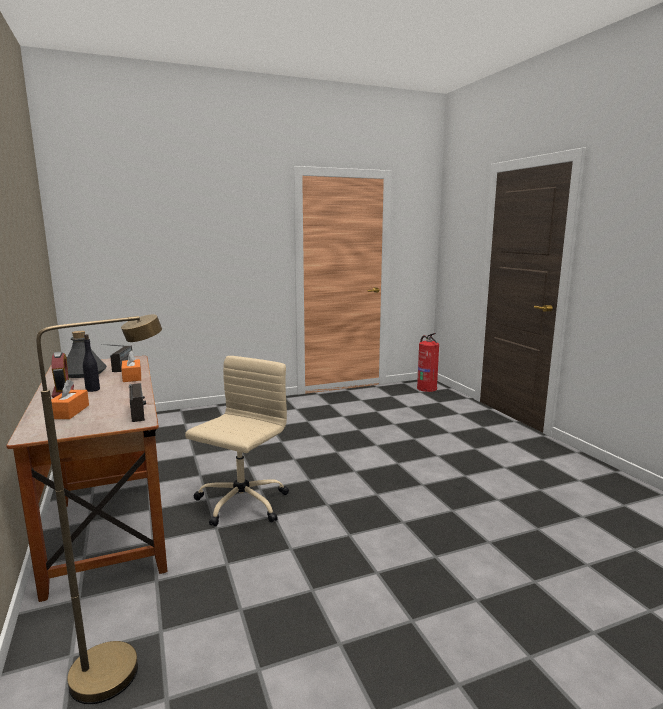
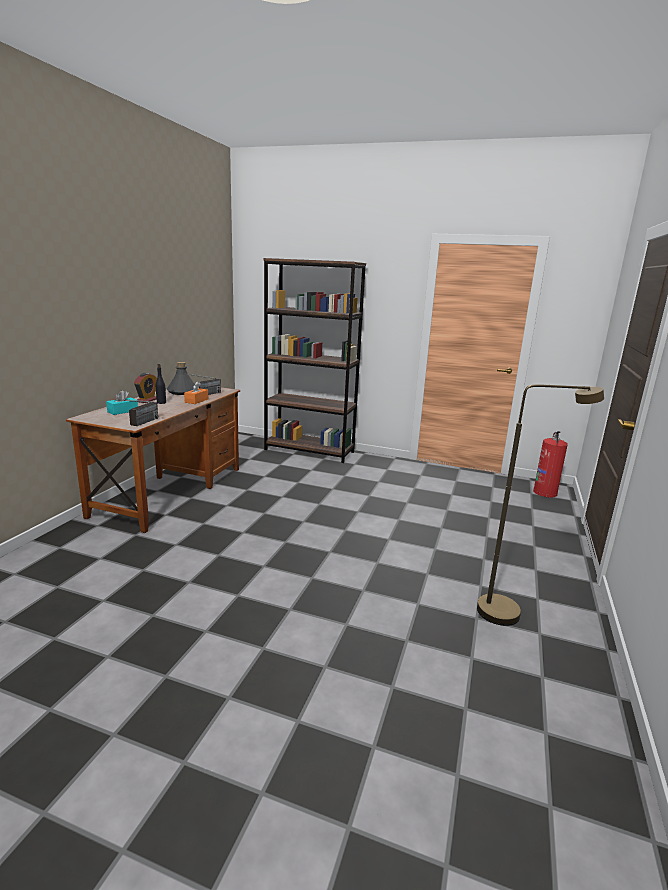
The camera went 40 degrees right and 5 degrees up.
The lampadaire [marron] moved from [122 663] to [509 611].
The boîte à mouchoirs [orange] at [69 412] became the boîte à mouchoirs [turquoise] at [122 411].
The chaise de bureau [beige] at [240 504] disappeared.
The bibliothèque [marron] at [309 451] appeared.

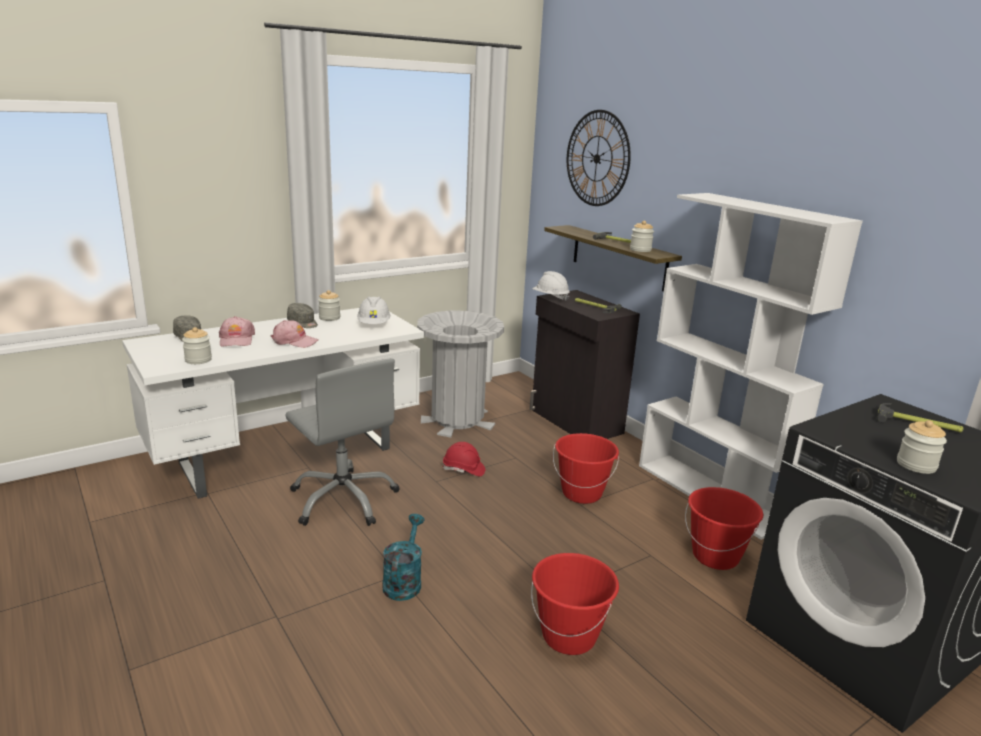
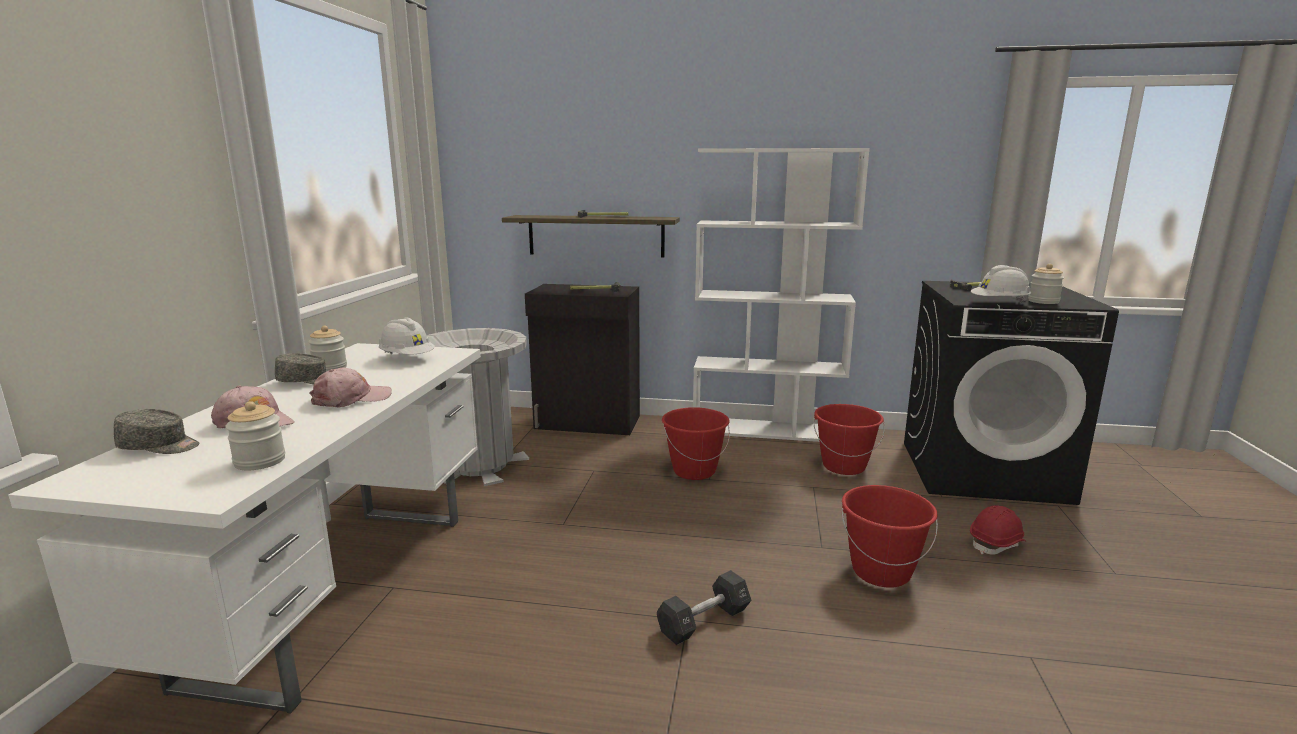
The camera went 45 degrees left and 5 degrees down.
The chaise de bureau [gris] at [344 499] disappeared.
The arrosoir [turquoise] at [404 581] was replaced by the haltère [noir] at [704 621].
The casque de chantier [rouge] moved from [463 470] to [997 544].
The casque de chantier [blanc] moved from [550 297] to [999 303].
The horloge murale at [597 158] disappeared.
The bocal at [640 250] disappeared.

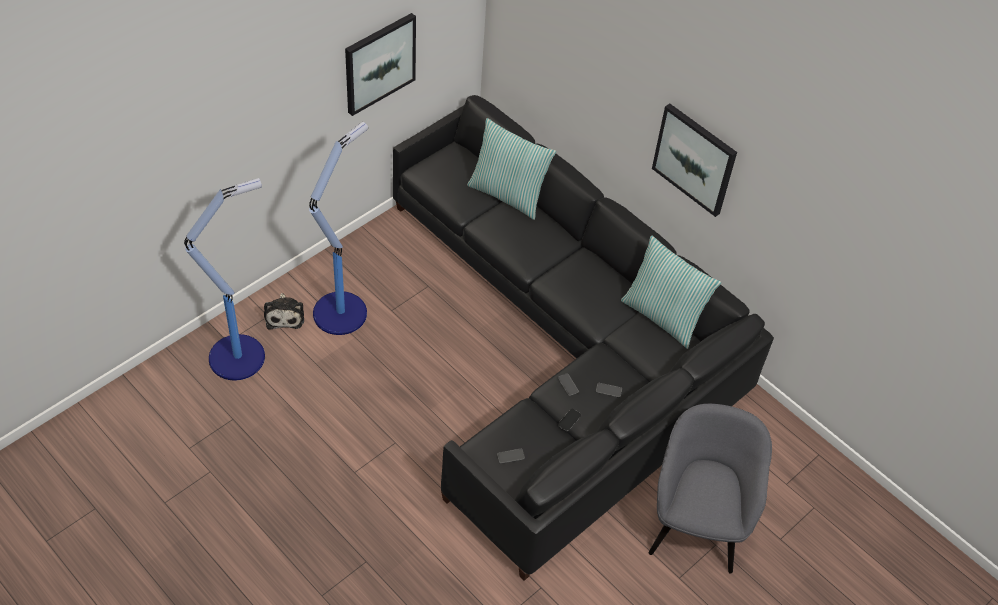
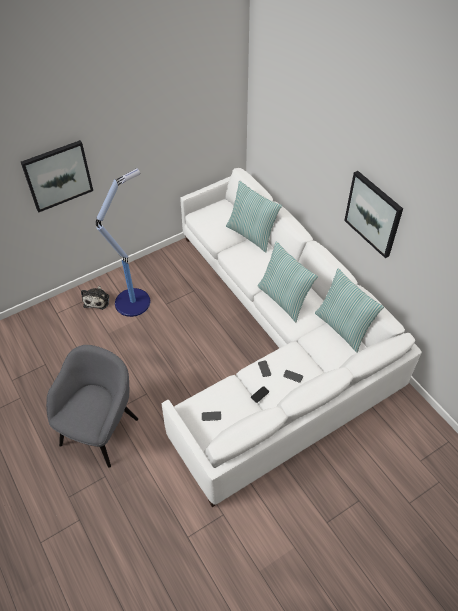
The camera went 15 degrees right and 0 degrees up.
The lampadaire at [239 356] disappeared.
The tableau moved from [379 63] to [58 175].
The canapé [noir] at [562 349] became the canapé [blanc] at [274 343].
The fauteuil [gris] moved from [696 524] to [100 430].
The coussin at [284 299] appeared.

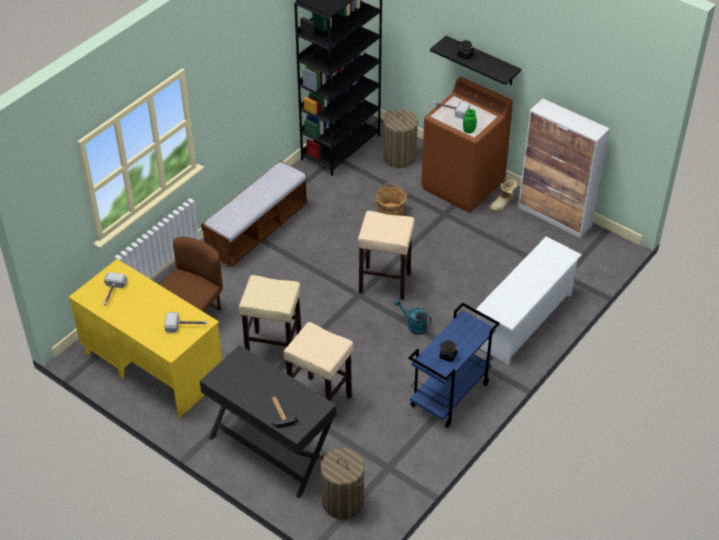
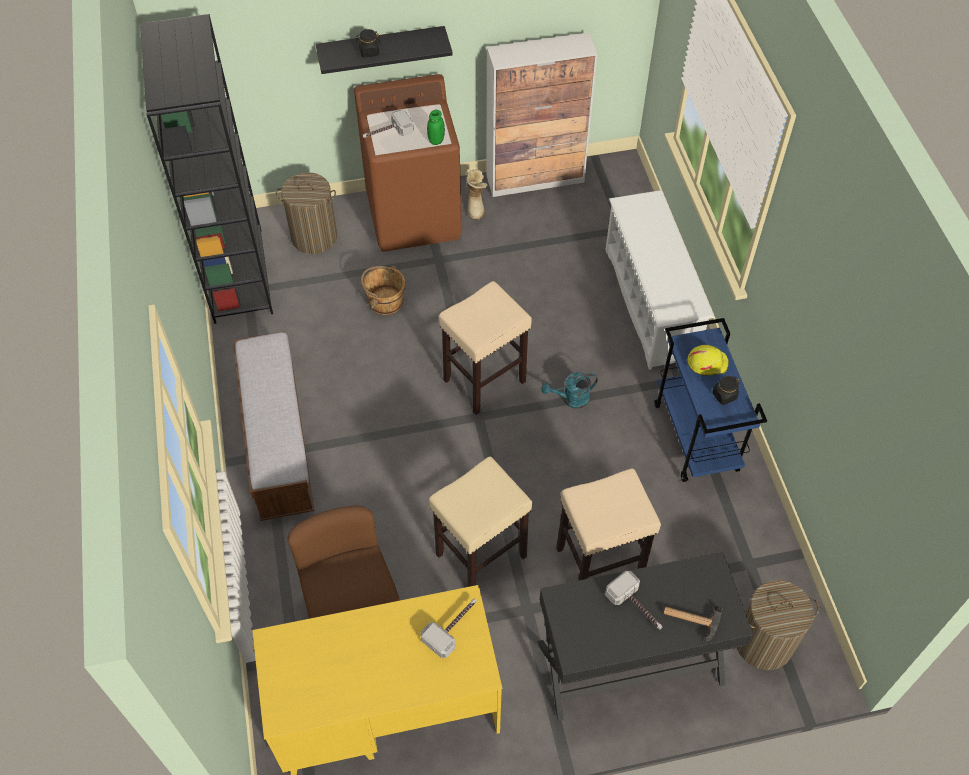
The camera went 50 degrees left and 10 degrees up.
The marteau moved from [111 293] to [637 607].
The casque de chantier [jaune] at [707 363] appeared.

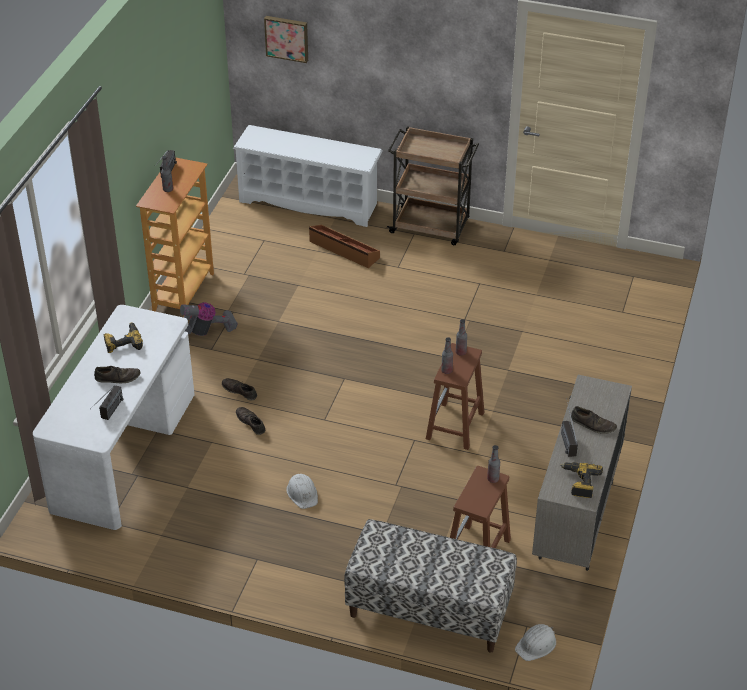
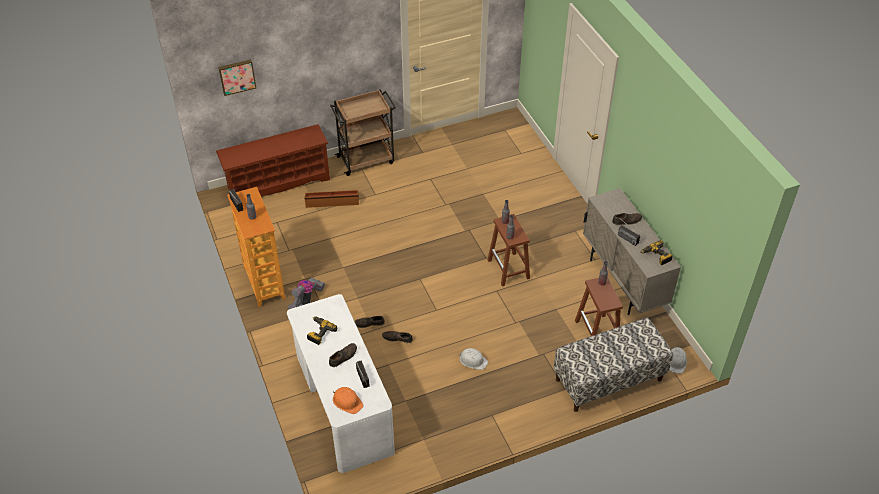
The camera went 40 degrees left and 5 degrees up.
The étagère à chaussures [blanc] at [310 202] became the étagère à chaussures [marron] at [278 183].
The casque de chantier [orange] at [347 401] appeared.

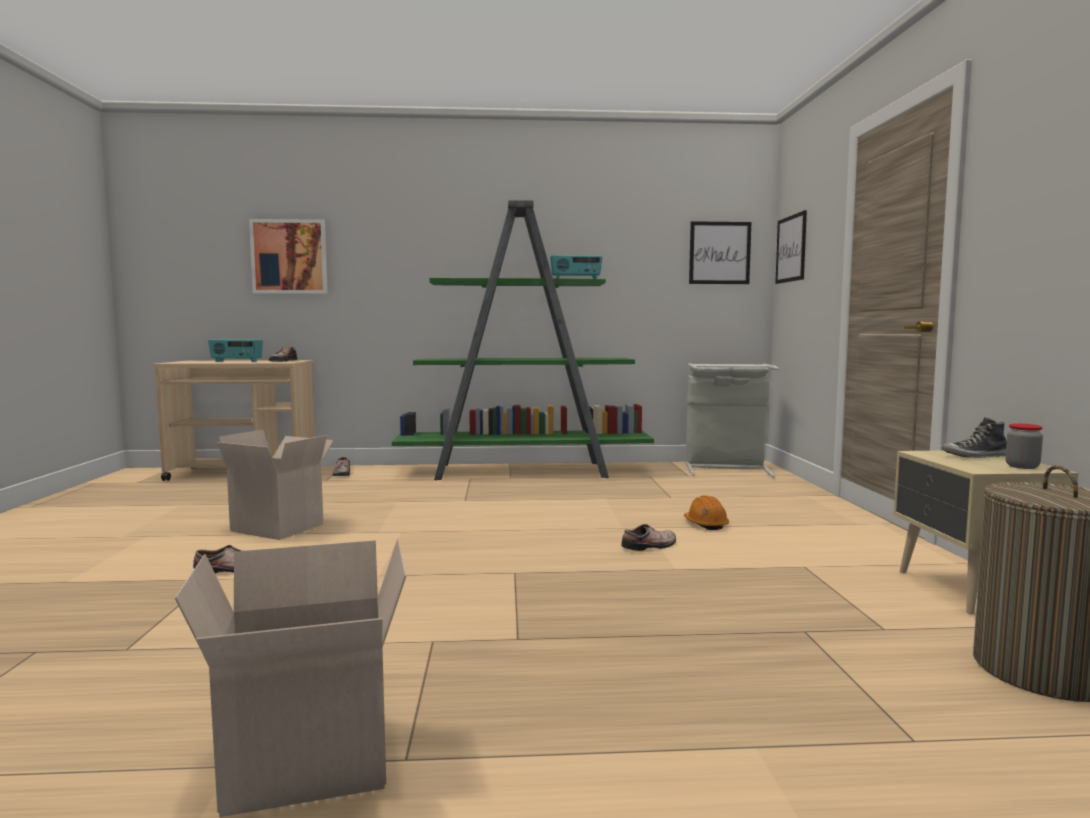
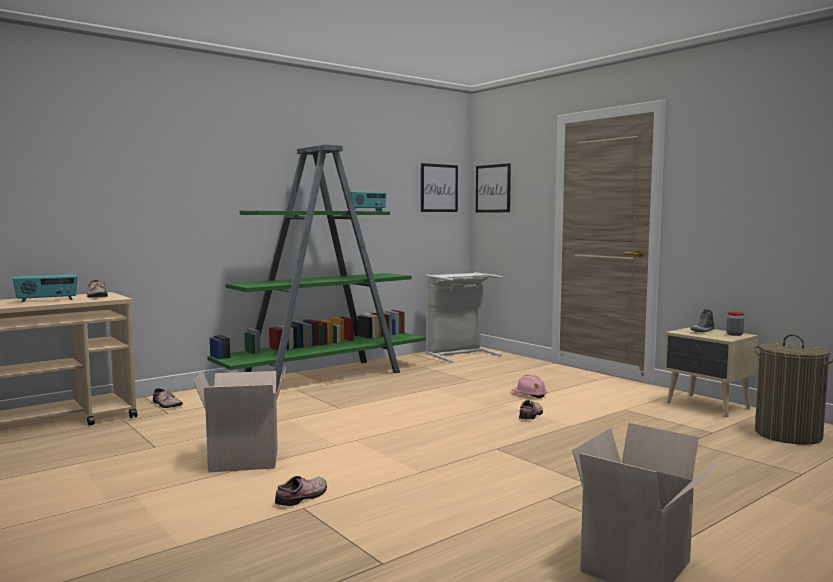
The camera went 35 degrees left and 0 degrees up.
The tableau at [289 257] disappeared.
The casque de chantier [orange] at [705 524] became the casque de chantier [rose] at [529 395].

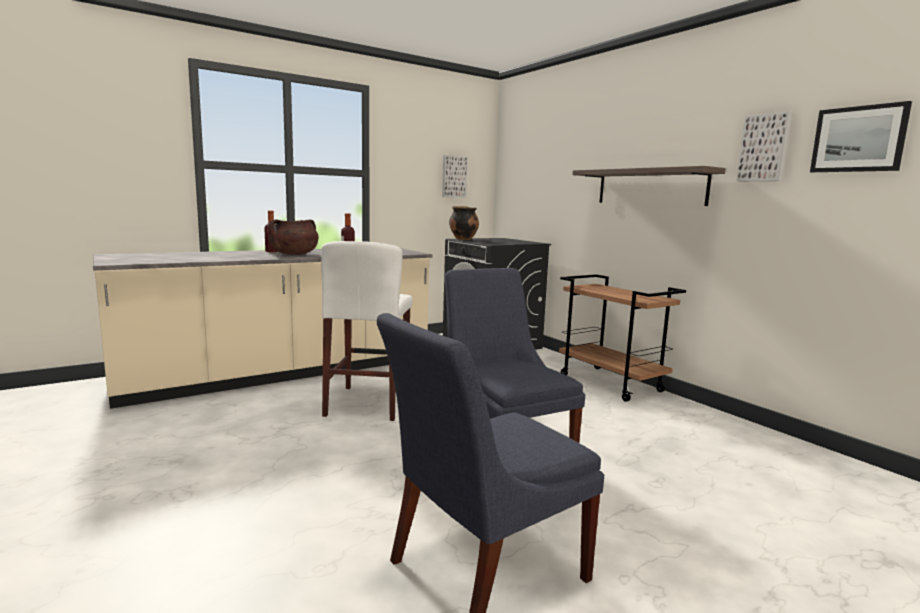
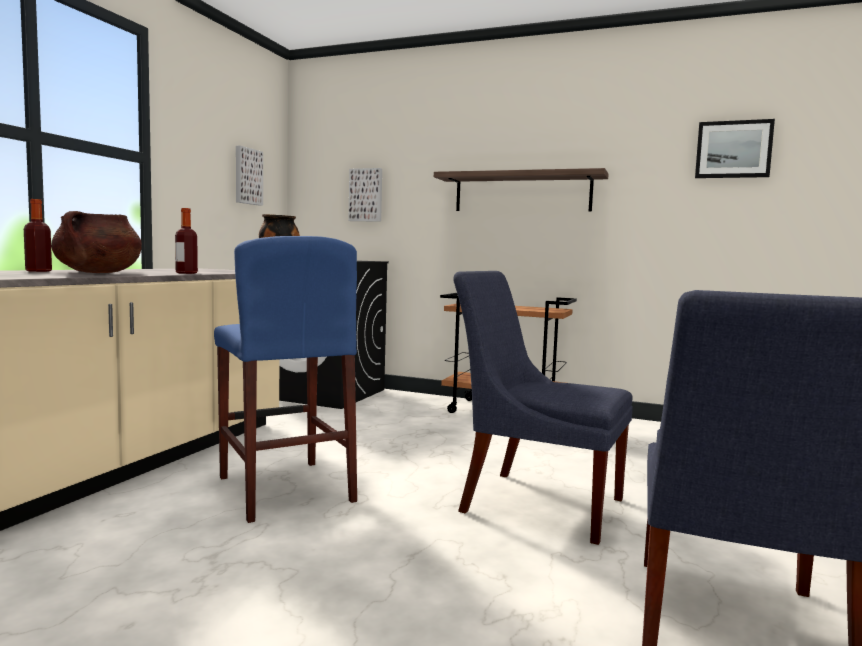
The camera went 35 degrees left and 5 degrees down.
The tabouret [blanc] at [368 403] became the tabouret [bleu] at [285 489].
The tableau moved from [764 148] to [366 195].

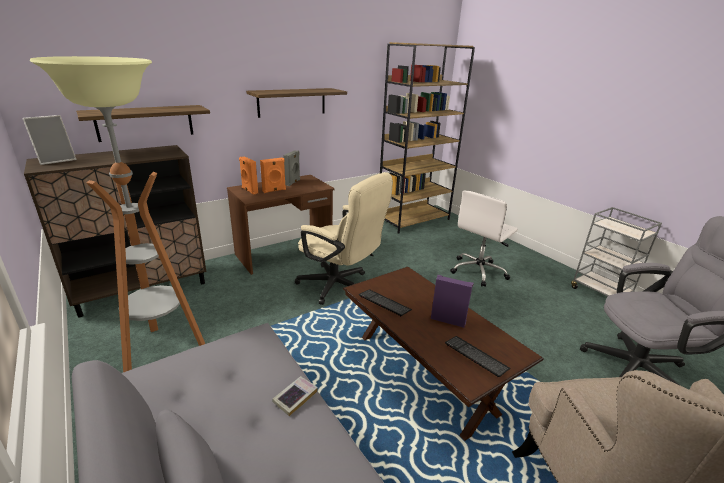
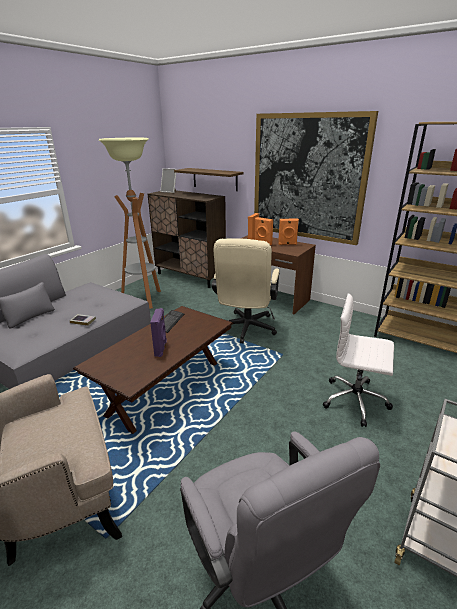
The camera went 70 degrees right and 0 degrees up.
The étagère at [292 102] was replaced by the tableau at [308 178].
The enceinte [gris] at [293 182] became the enceinte [orange] at [287 244].
The clavier at [476 356] disappeared.

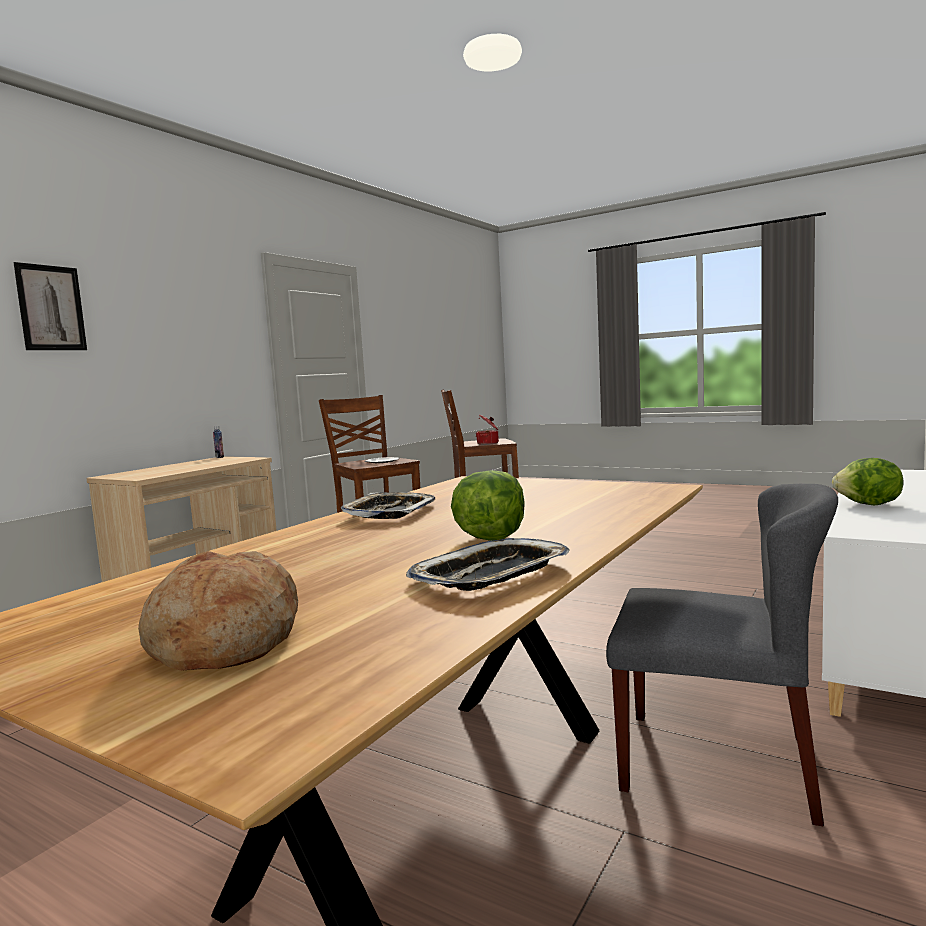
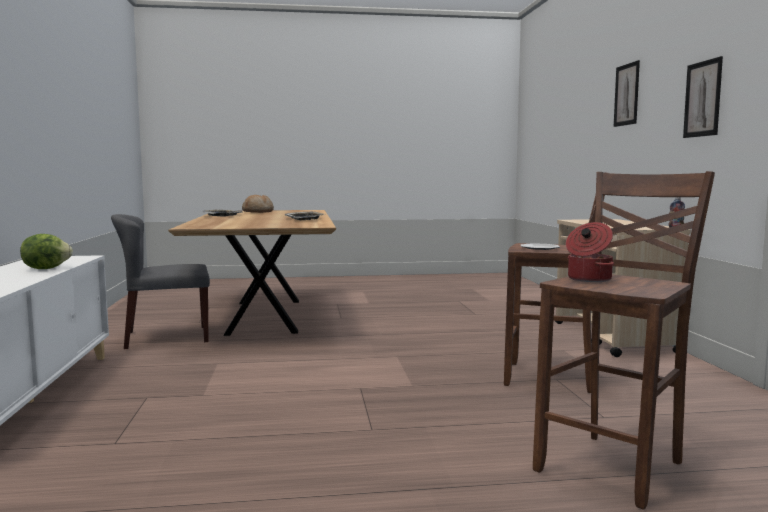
The camera went 140 degrees right and 0 degrees up.
The laitue at [490 538] disappeared.
The tableau at [702 99] appeared.

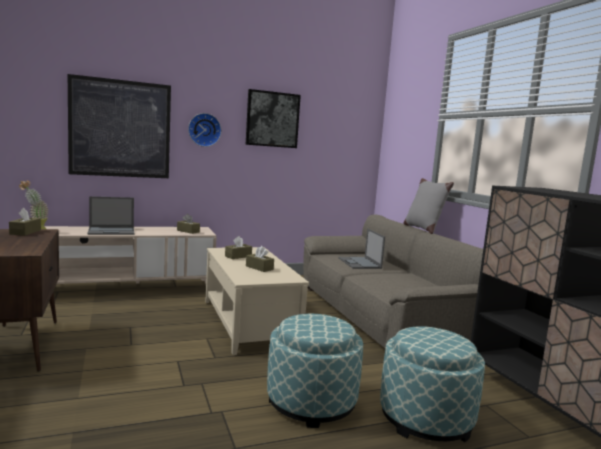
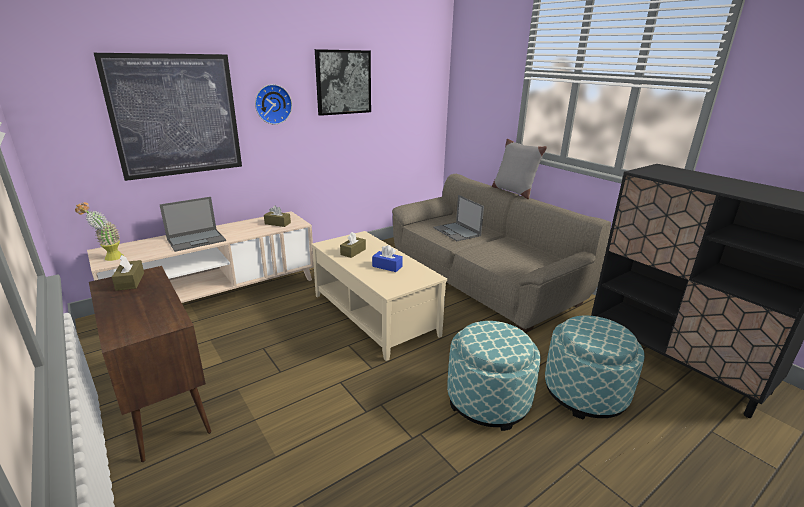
The camera went 15 degrees left and 15 degrees up.
The boîte à mouchoirs [marron] at [259 268] became the boîte à mouchoirs [bleu] at [387 266].

